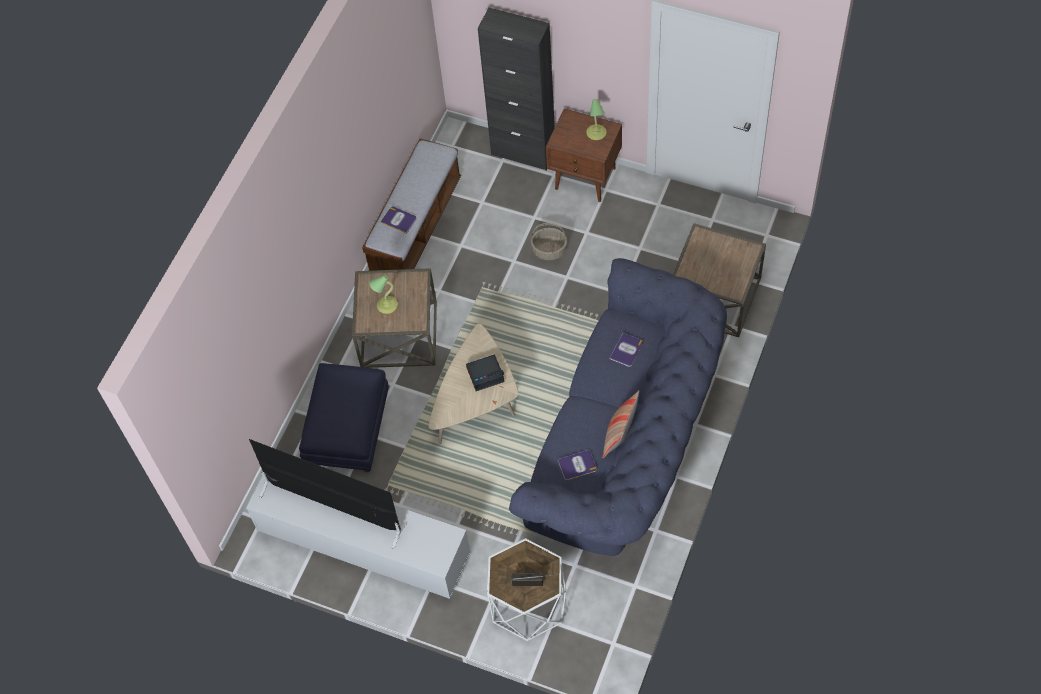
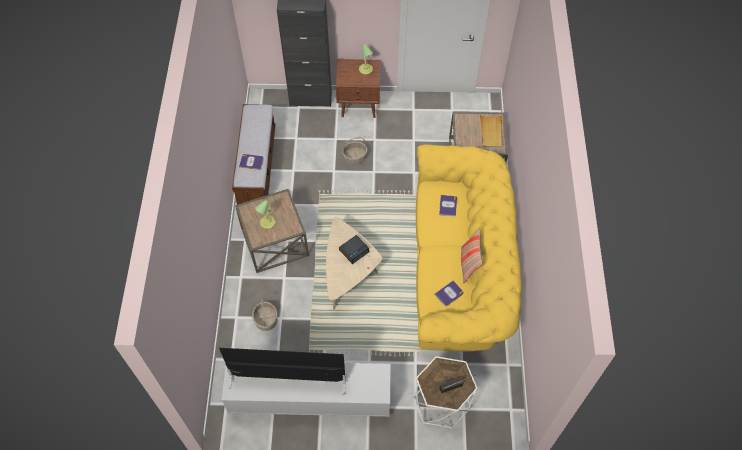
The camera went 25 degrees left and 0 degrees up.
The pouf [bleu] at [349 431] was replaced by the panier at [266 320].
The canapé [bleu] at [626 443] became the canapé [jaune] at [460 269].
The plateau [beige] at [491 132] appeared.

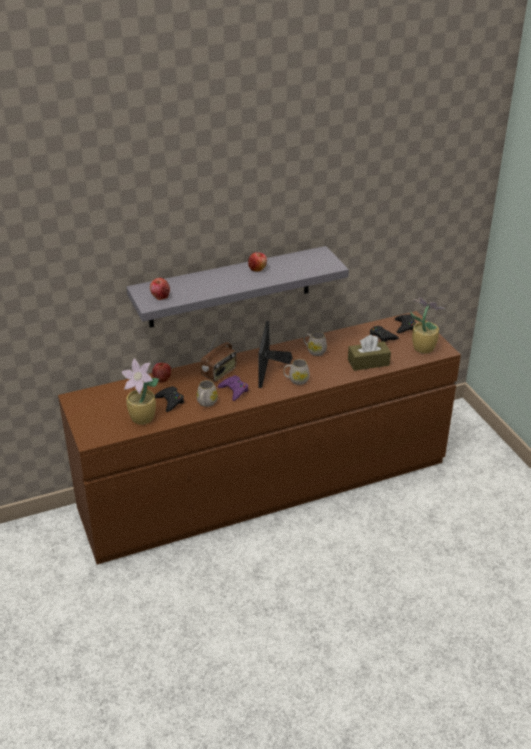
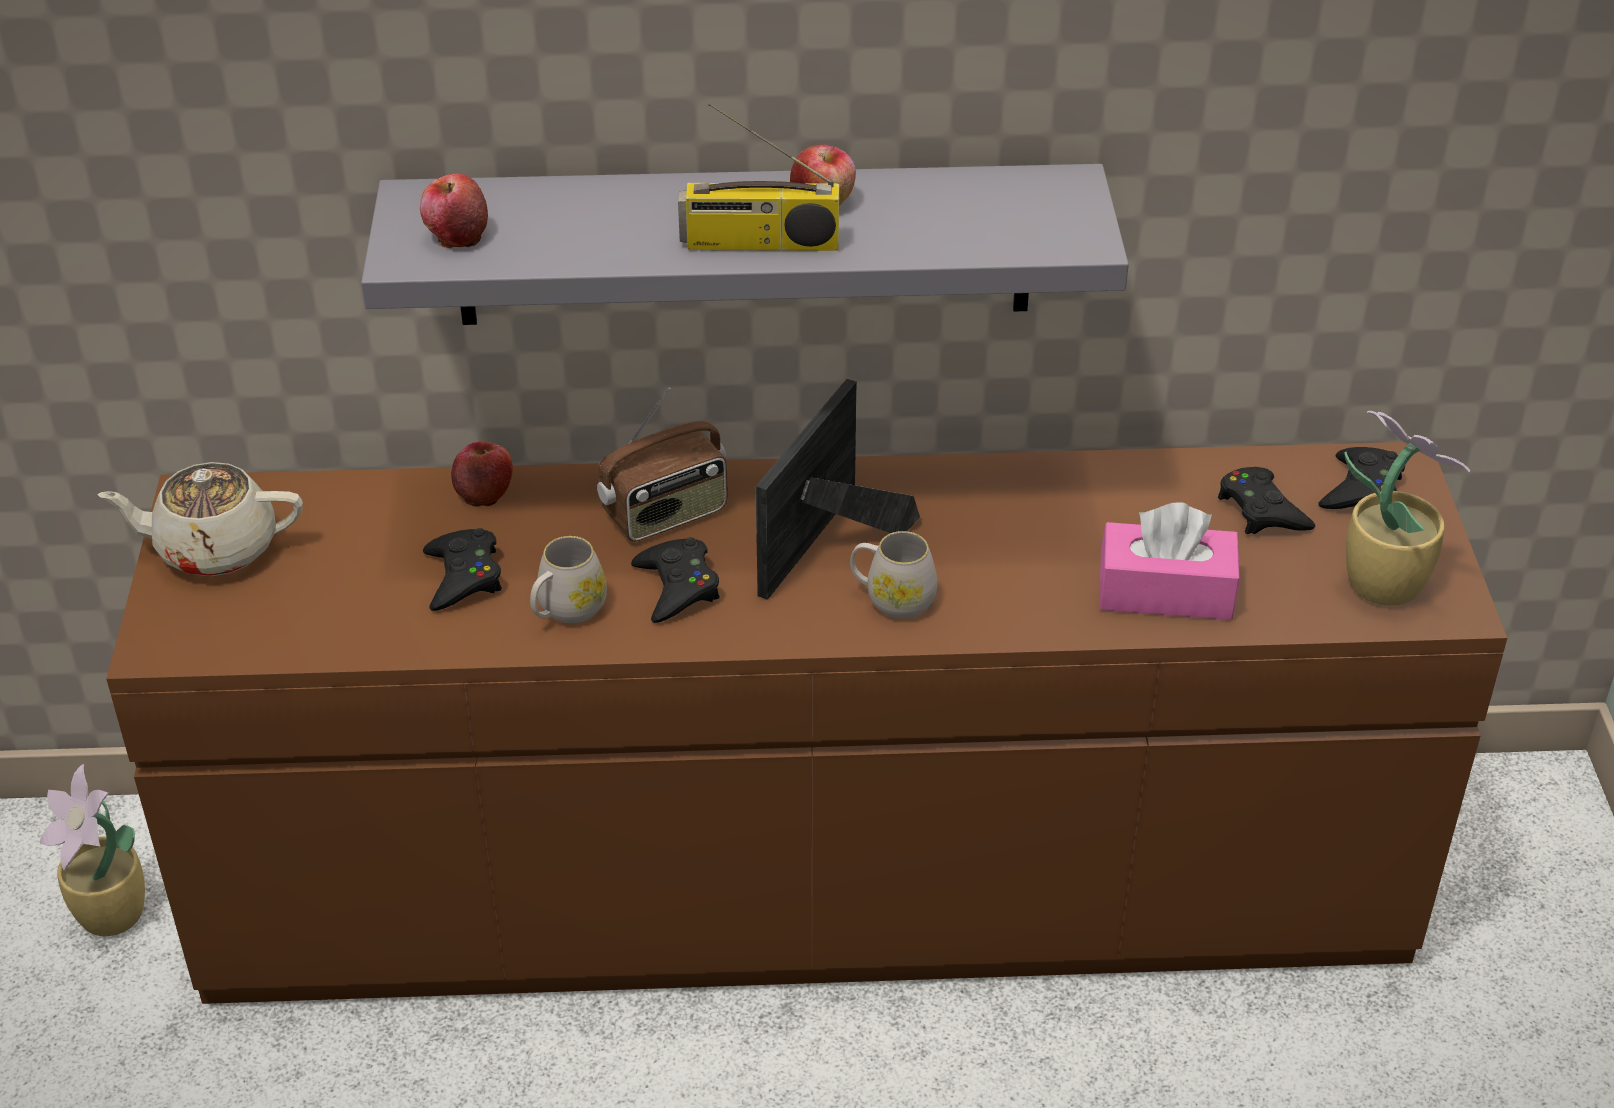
The camera went 20 degrees right and 5 degrees up.
The plante en pot moved from [143 419] to [112 917].
The manette [violet] at [234 390] became the manette [noir] at [677 587].
The mug [blanc] at [314 351] disappeared.
The boîte à mouchoirs [marron] at [368 362] became the boîte à mouchoirs [rose] at [1165 592].
The théière [beige] at [214 548] appeared.
The radio at [759 243] appeared.

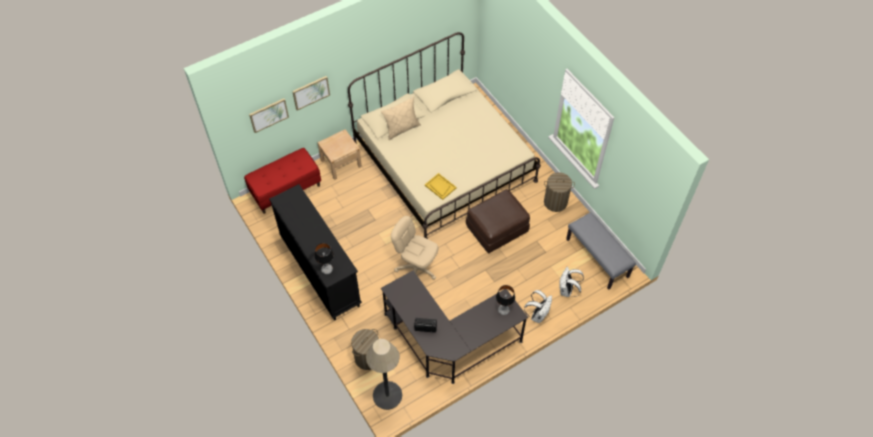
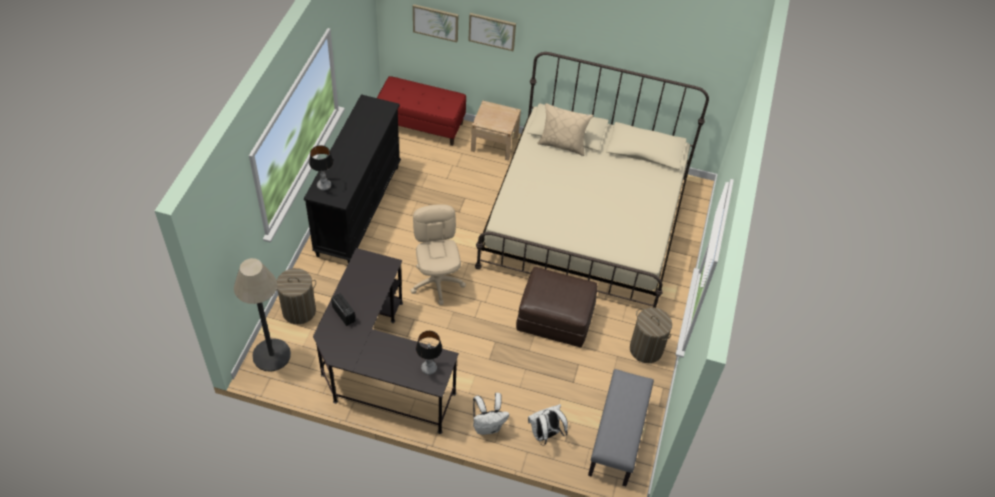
The camera went 45 degrees right and 5 degrees down.
The plateau [jaune] at [440 187] disappeared.

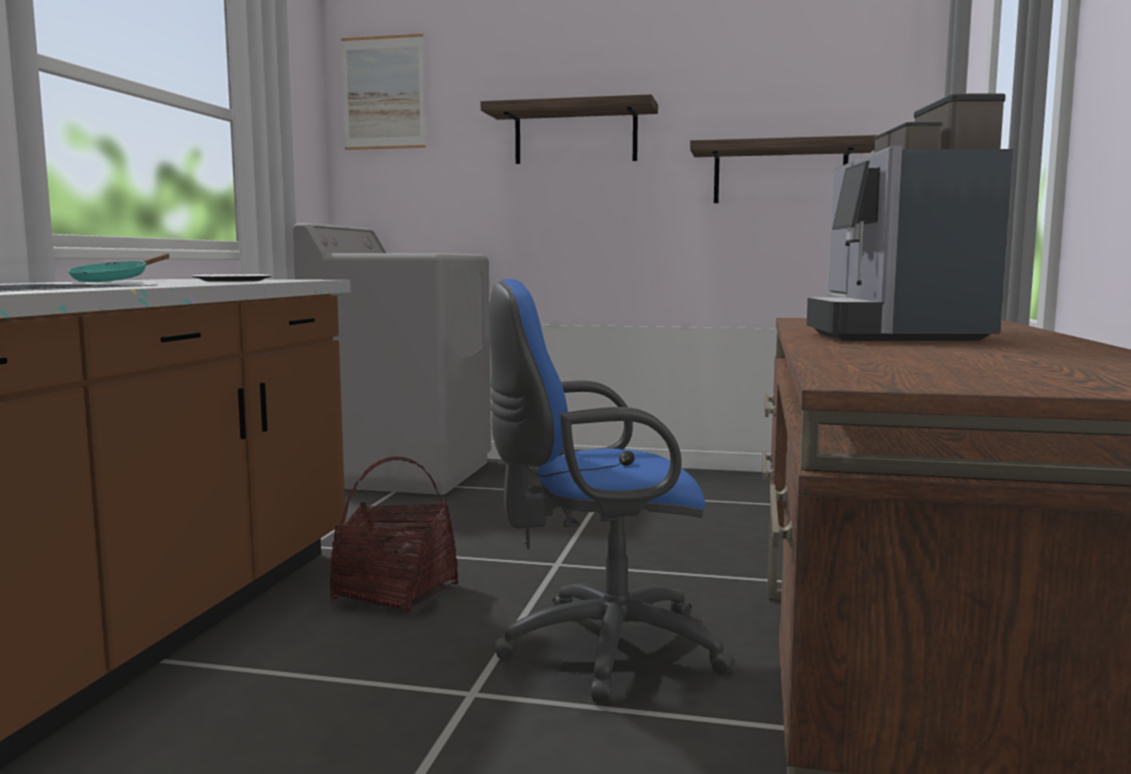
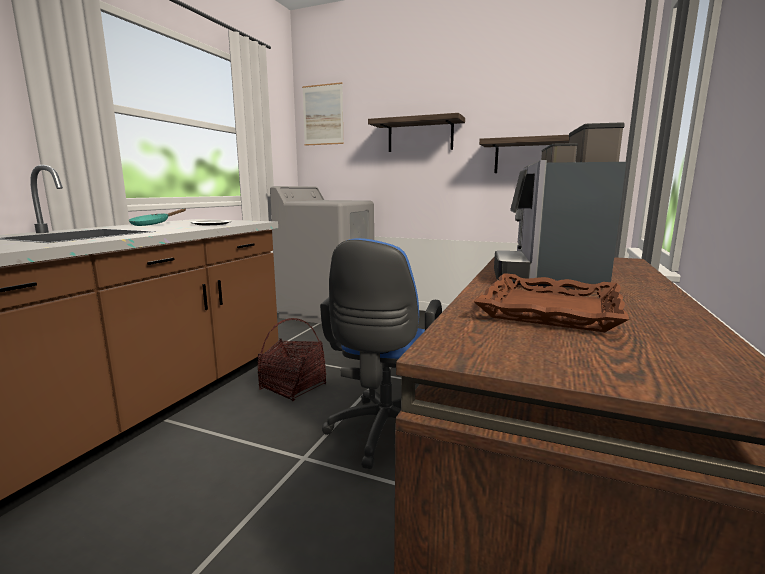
The camera went 10 degrees right and 5 degrees up.
The chaise de bureau [bleu] at [599 649] turned 75 degrees counterclockwise.
The plateau [marron] at [551 310] appeared.

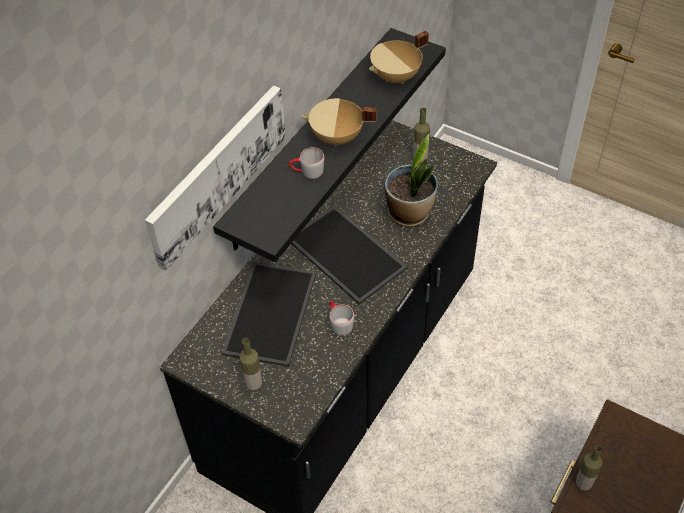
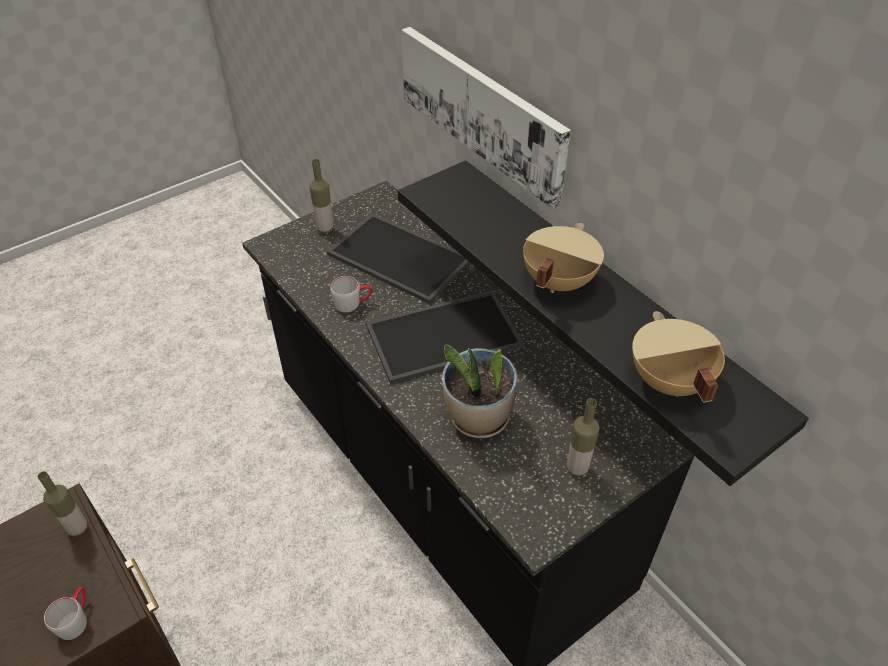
The camera went 110 degrees right and 5 degrees down.
The mug [gris] moved from [307 172] to [76 618].

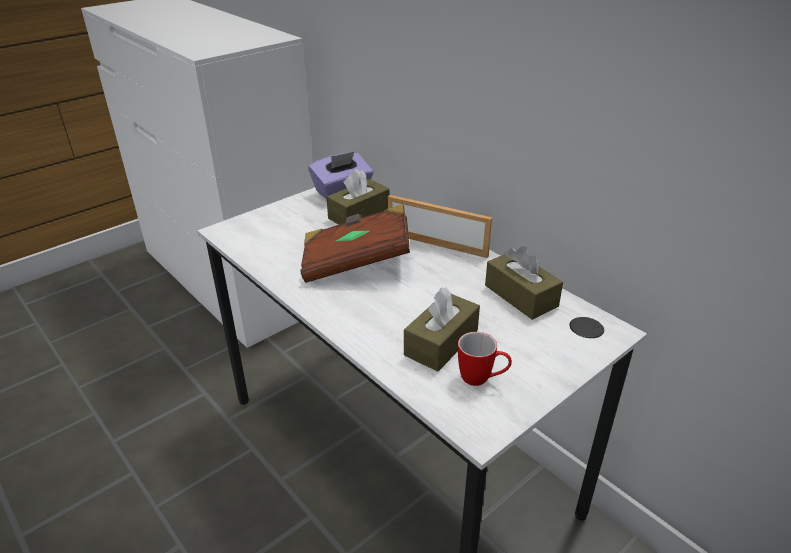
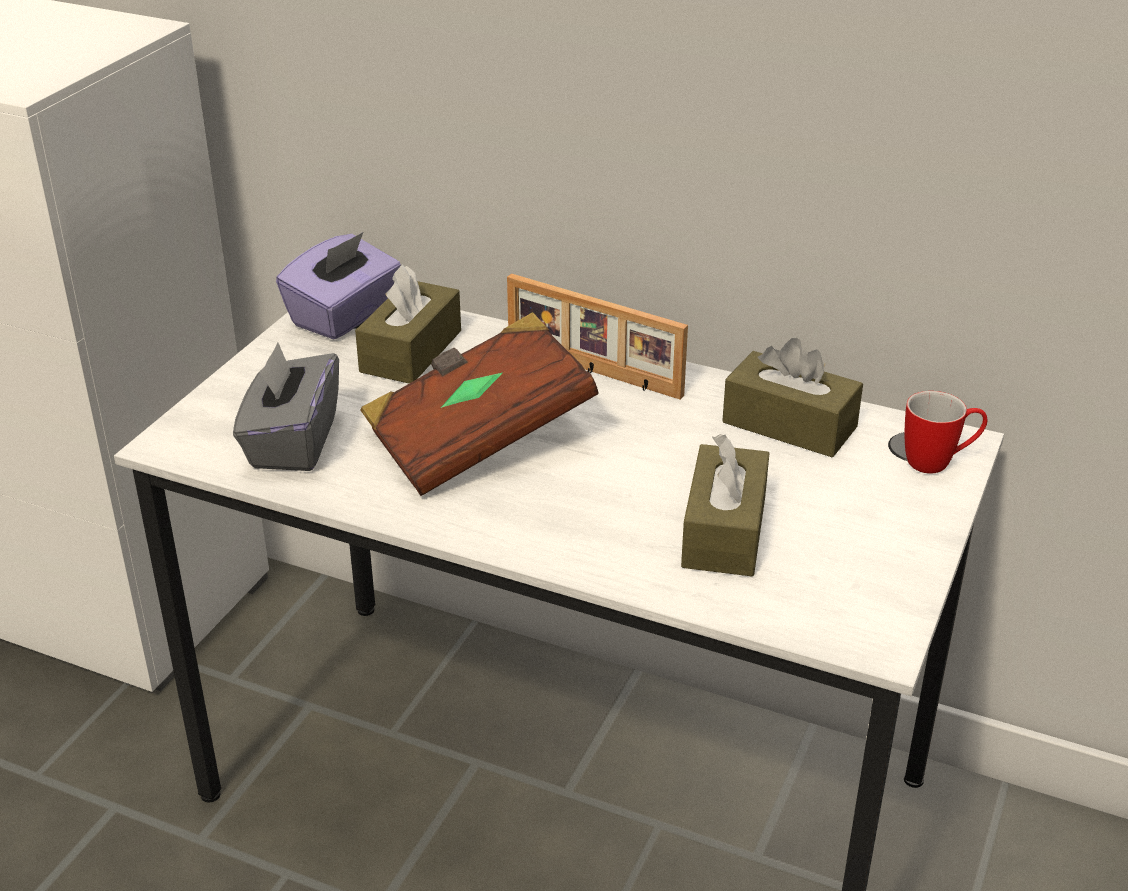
The camera went 25 degrees left and 0 degrees up.
The cadre photo at [437 243] turned 150 degrees counterclockwise.
The mug moved from [482 379] to [938 462].
The boîte à mouchoirs [gris] at [292 442] appeared.

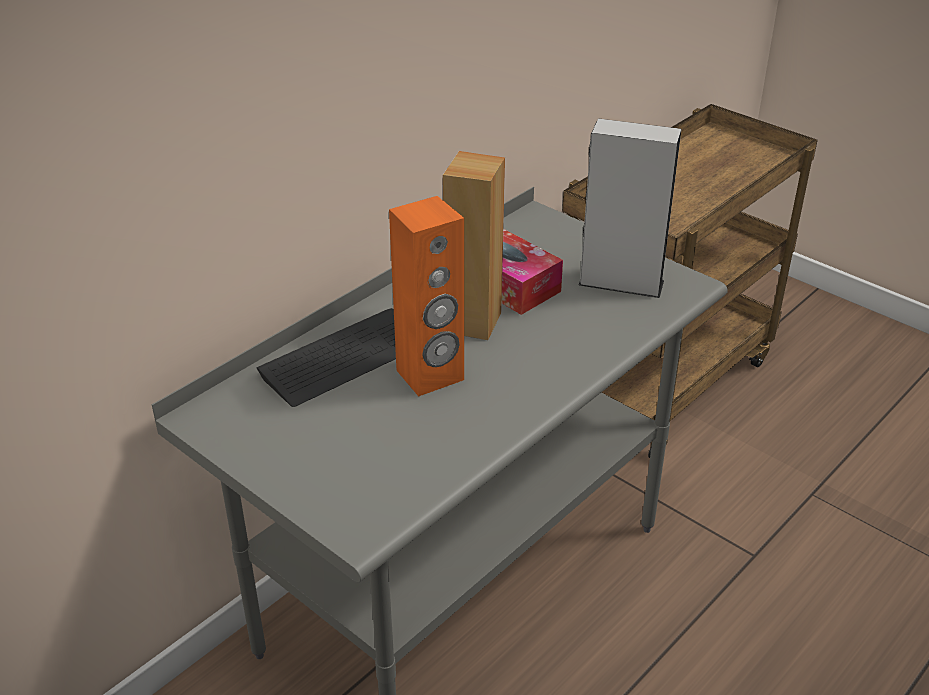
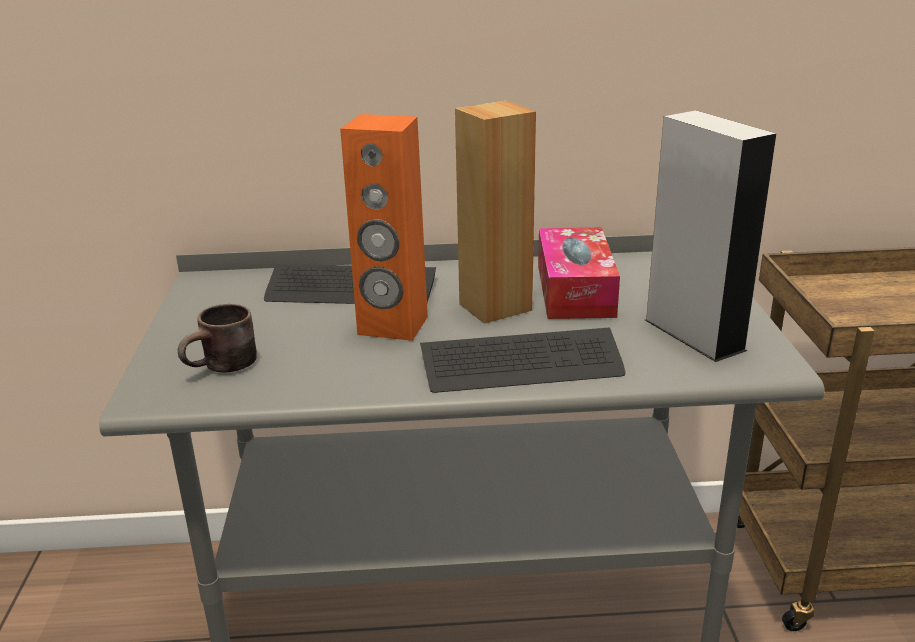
The camera went 45 degrees right and 10 degrees down.
The mug [marron] at [224 368] appeared.
The clavier at [521 364] appeared.

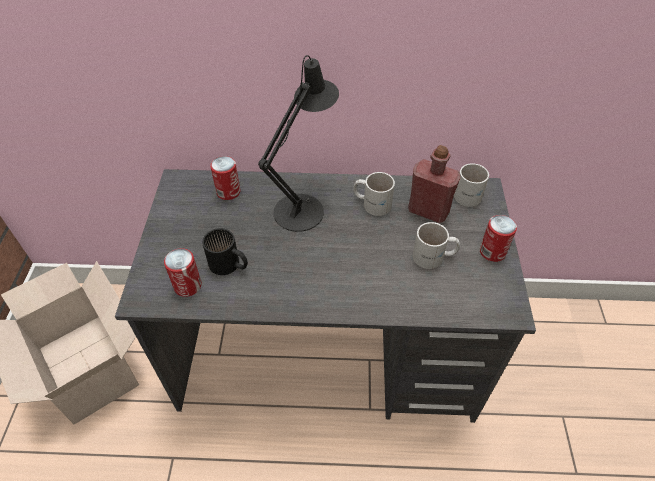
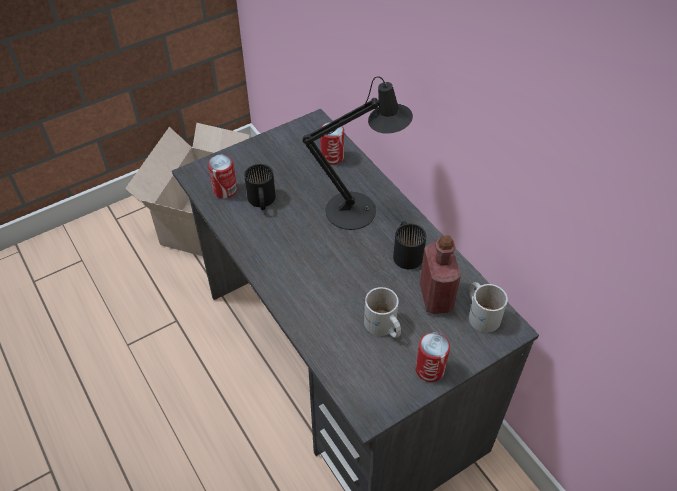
The camera went 55 degrees right and 0 degrees up.
The mug [blanc] at [372 202] became the mug [noir] at [407 252].

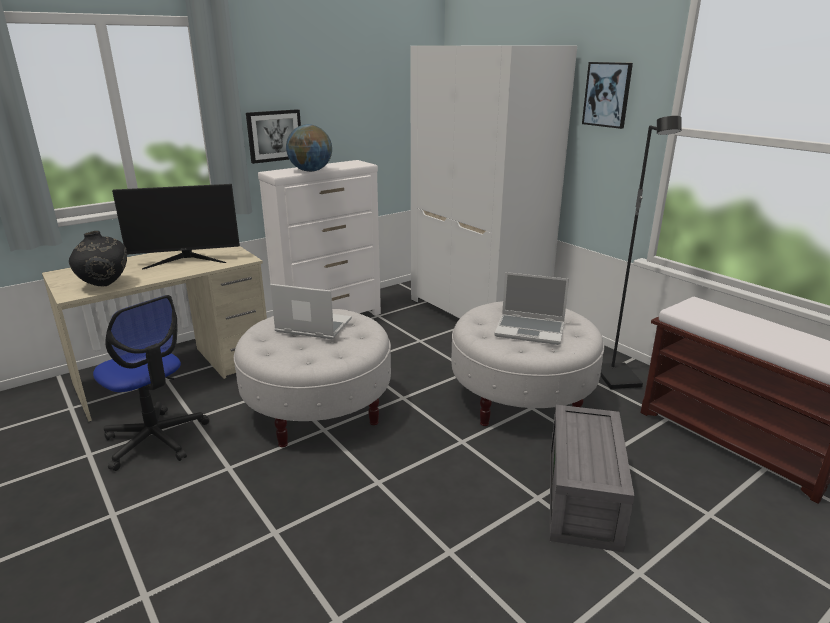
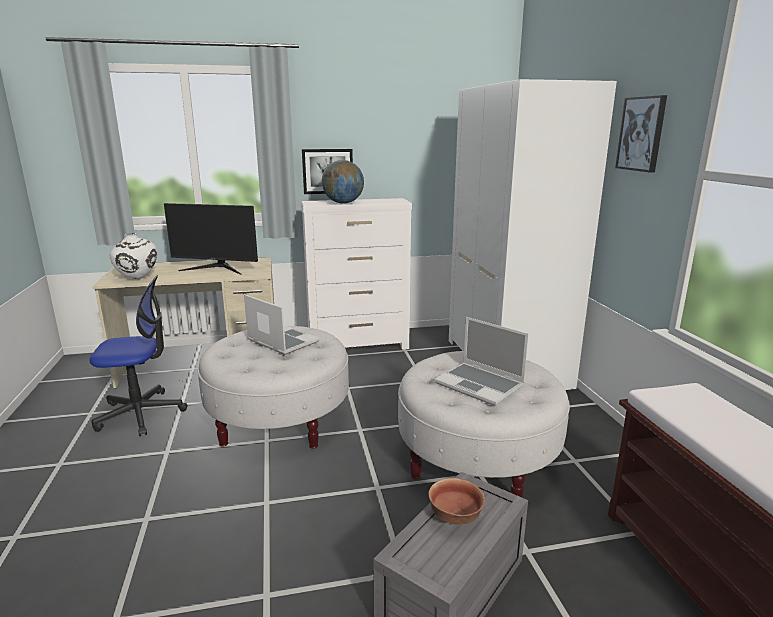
The camera went 25 degrees right and 5 degrees down.
The vase [noir] at [104 286] became the vase [blanc] at [137 279].
The chaise de bureau at [156 439] turned 75 degrees counterclockwise.
The lampadaire [noir] at [618 378] disappeared.
The bol at [456 516] appeared.

